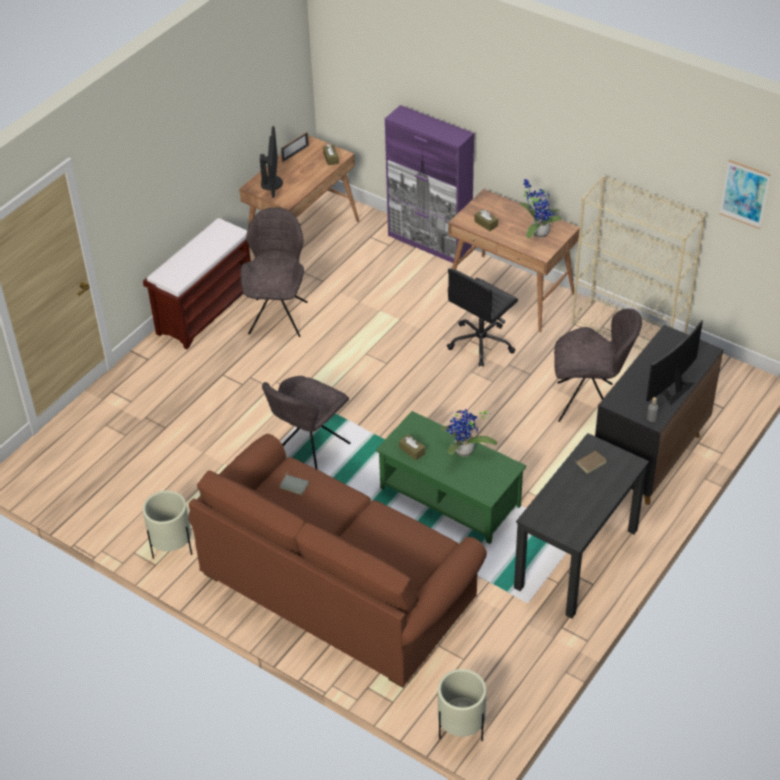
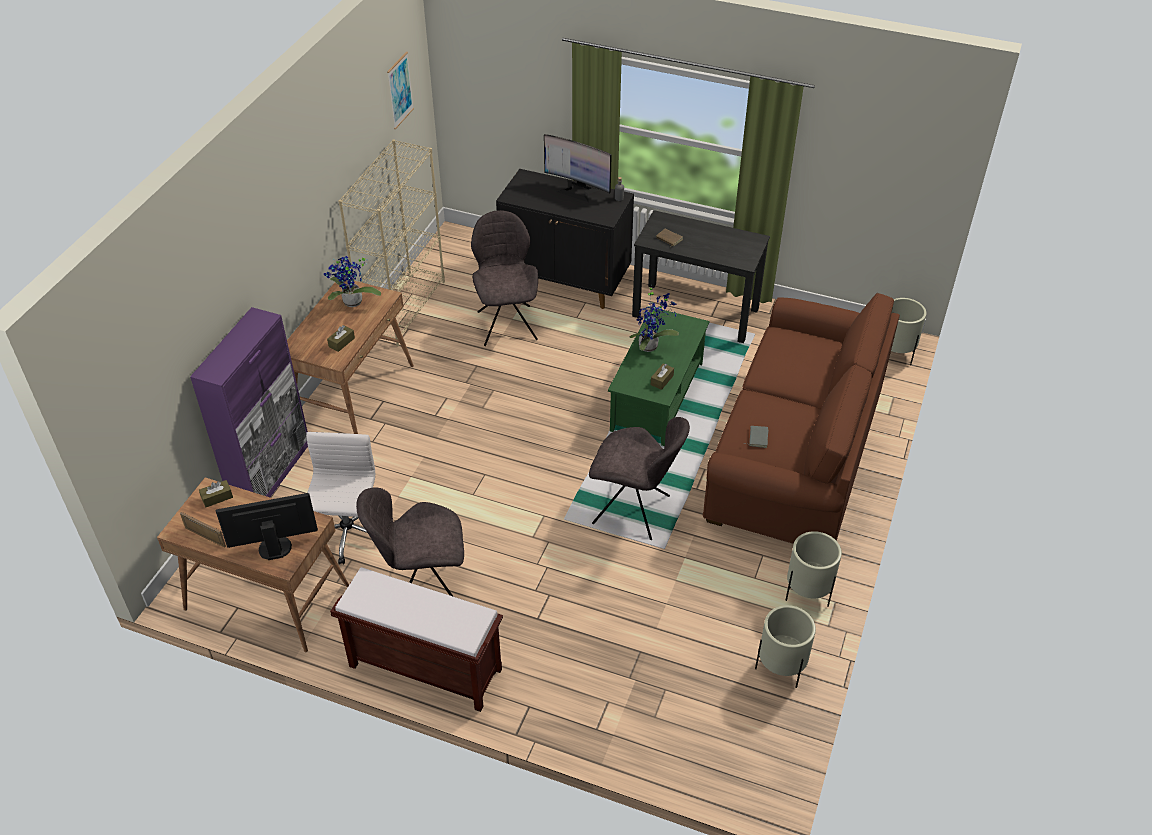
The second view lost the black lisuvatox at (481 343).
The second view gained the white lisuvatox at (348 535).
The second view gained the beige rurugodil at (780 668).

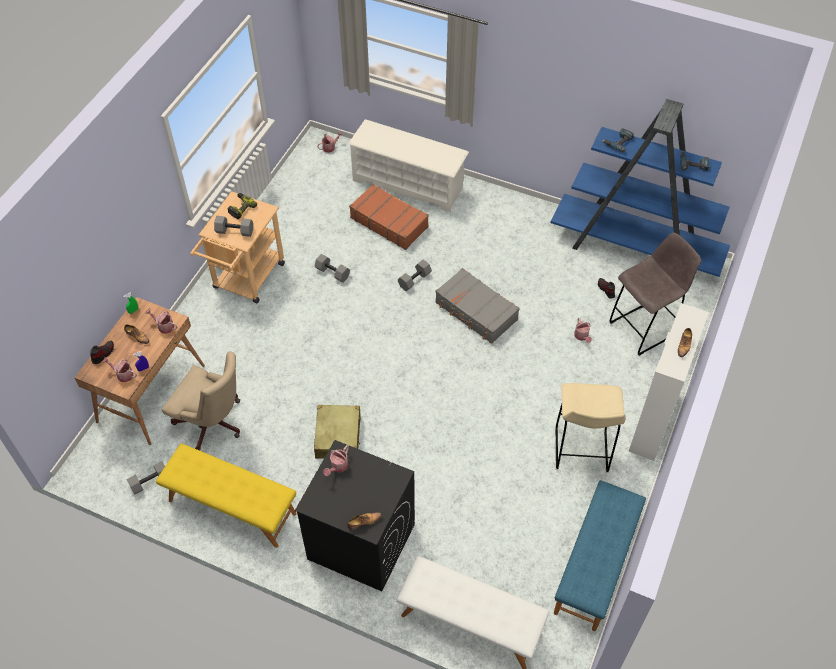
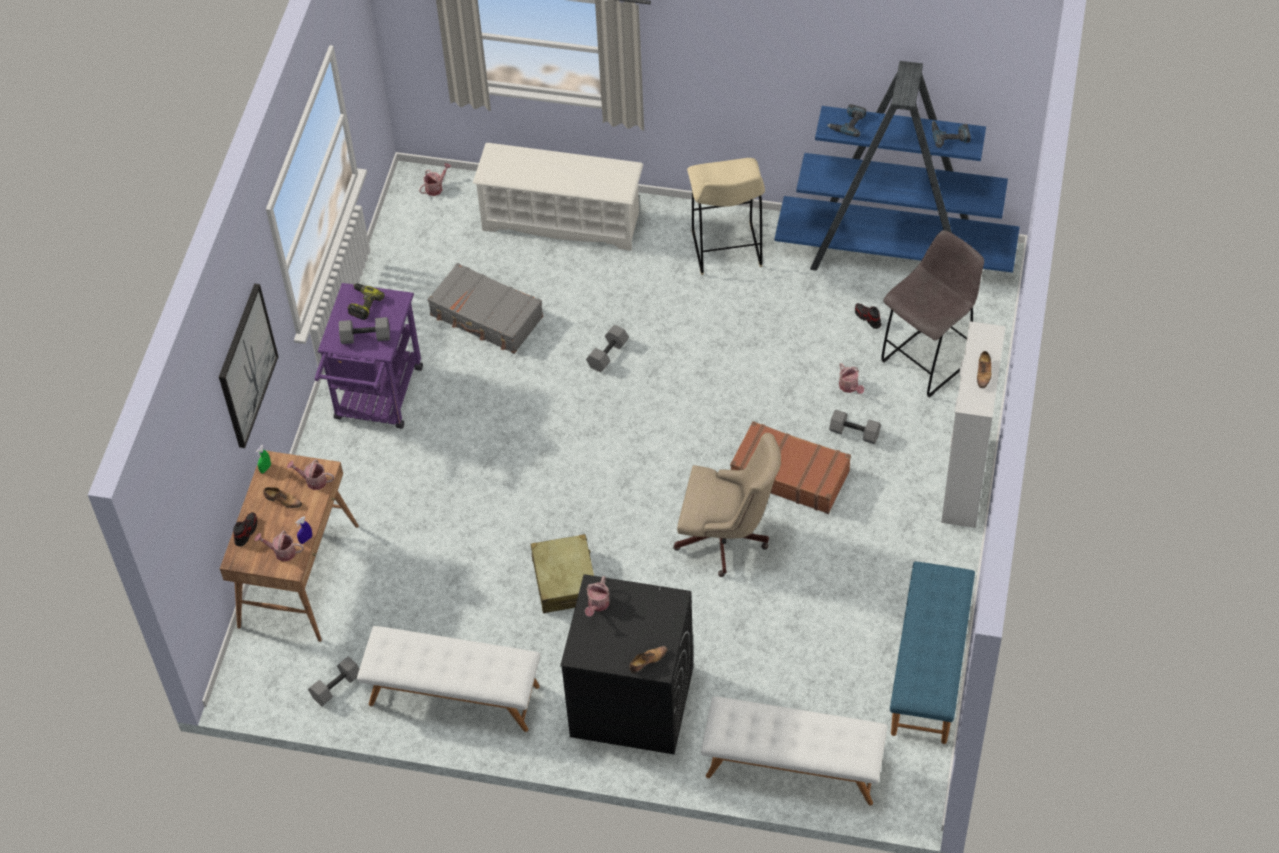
The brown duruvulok ended up elsewhere, having gone from (389 222) to (790 474).
What was the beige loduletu at (246 280) turned into the purple loduletu at (376 400).
The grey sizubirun ended up elsewhere, having gone from (332 273) to (853 433).
The grey duruvulok ended up elsewhere, having gone from (476 312) to (486 317).
The beige lisuvatox ended up elsewhere, having gone from (213 424) to (727 539).
The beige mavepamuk ended up elsewhere, having gone from (581 452) to (727 251).
What was the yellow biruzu at (231 507) turned into the white biruzu at (453 696).
The second view gained the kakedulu at (246 365).

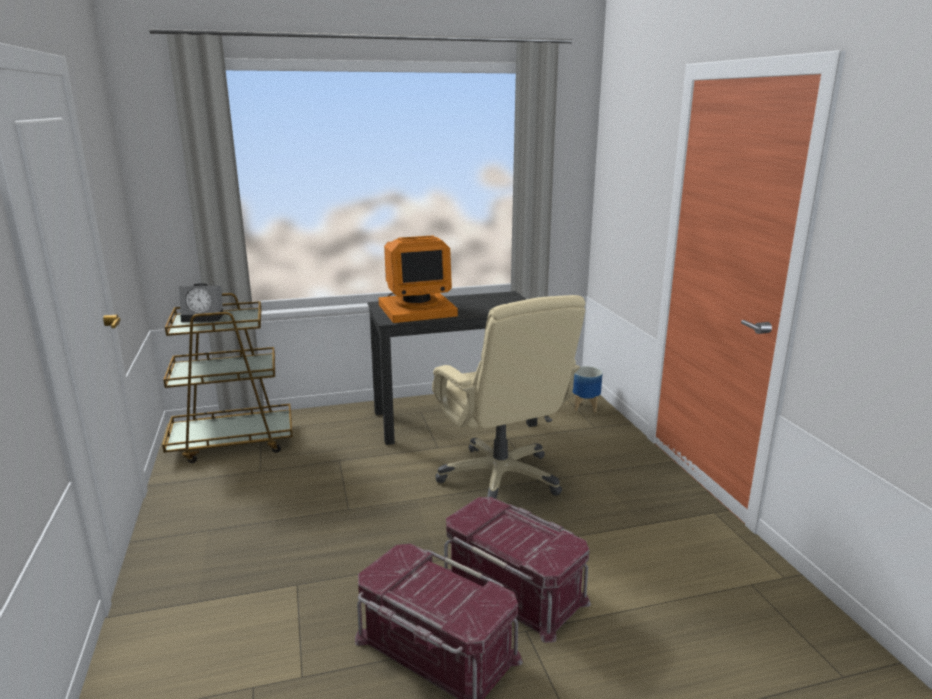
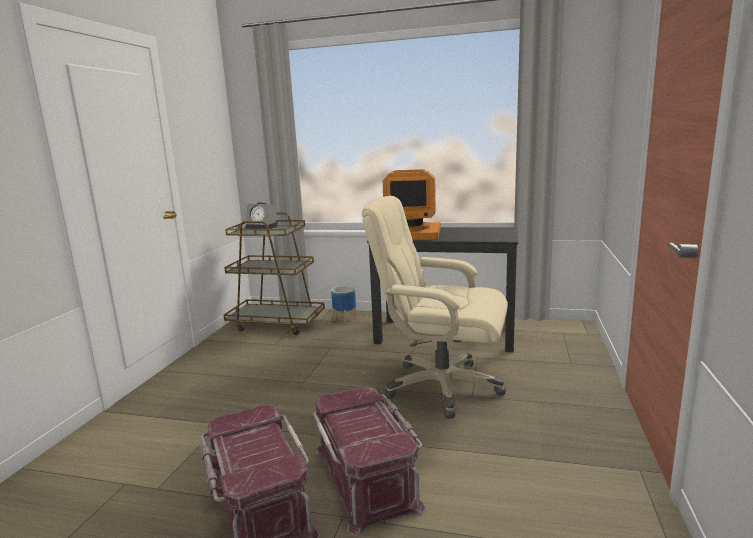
The beige lisuvatox at (501 478) ended up facing another way, 105 degrees clockwise from before.
The rurugodil ended up elsewhere, having gone from (585 407) to (345 319).

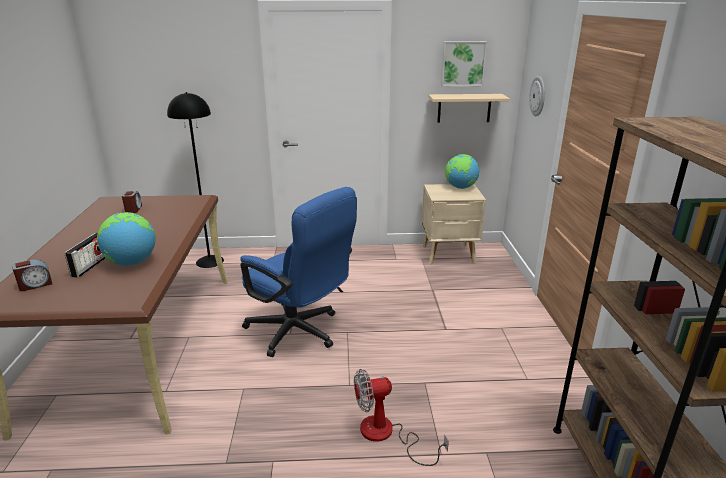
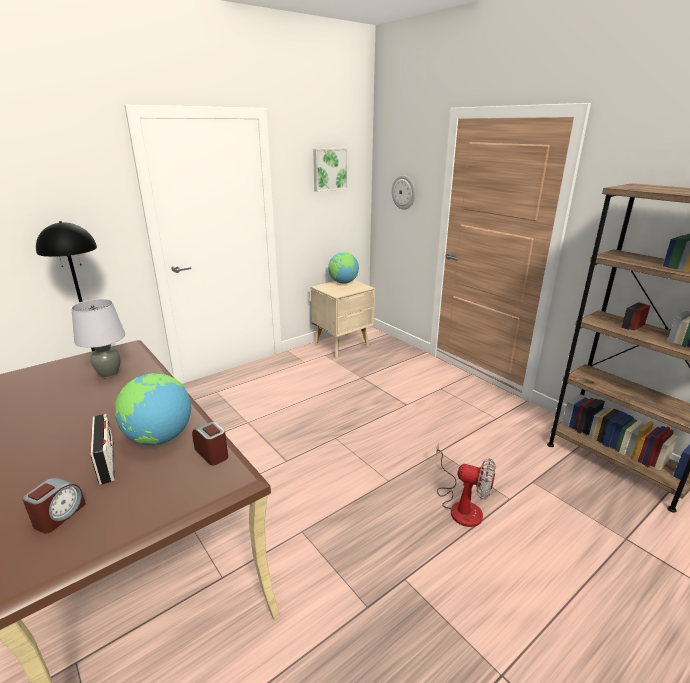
The second view lost the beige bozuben at (464 108).
The second view lost the blue lisuvatox at (300 333).
The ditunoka ended up elsewhere, having gone from (133 209) to (212 453).
The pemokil at (386 435) ended up facing another way, 105 degrees counterclockwise from before.
The second view gained the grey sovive at (109 374).

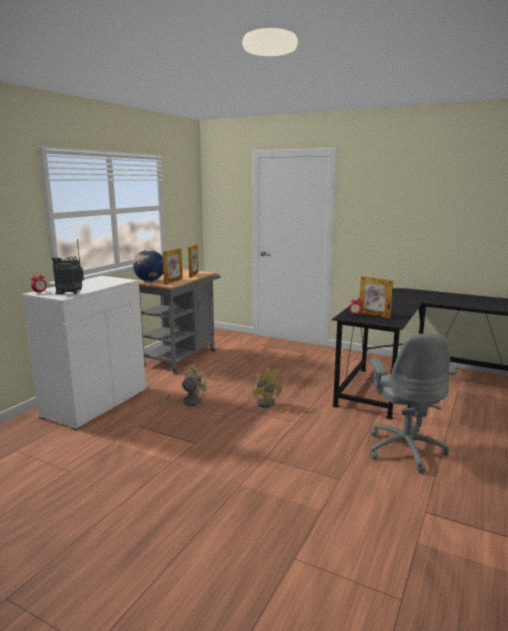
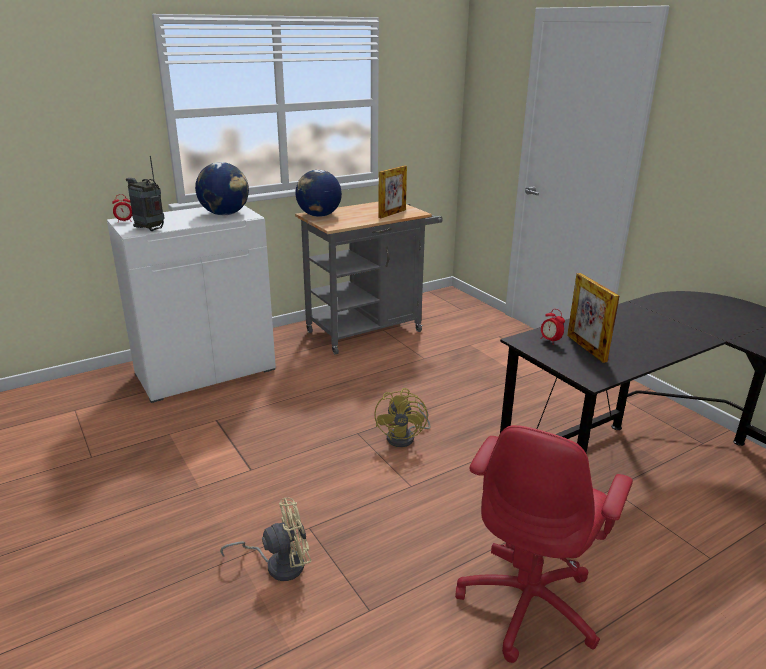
The second view lost the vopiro at (173 281).
What was the grey lisuvatox at (405 449) turned into the red lisuvatox at (529 603).
The beige pemokil ended up elsewhere, having gone from (187 402) to (278 564).
The second view gained the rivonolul at (225 214).

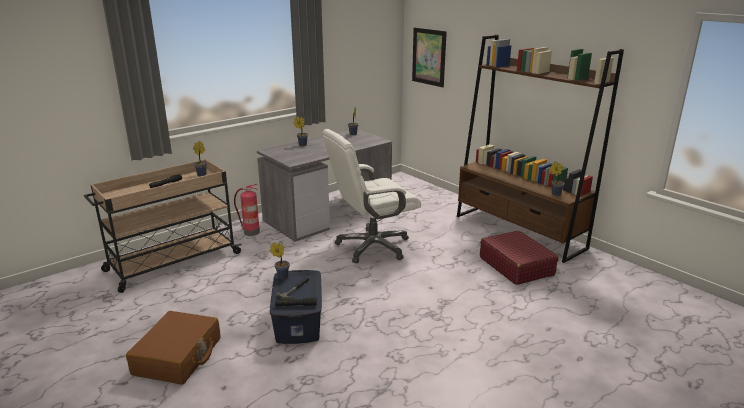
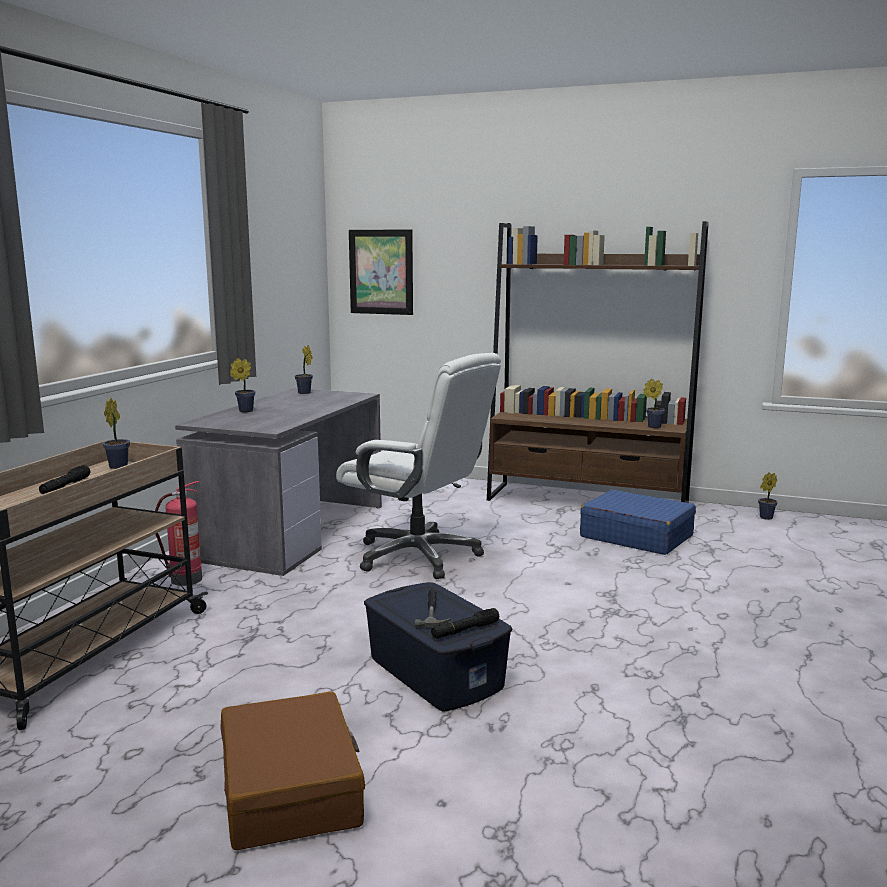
The white lisuvatox at (372 247) ended up facing another way, 90 degrees counterclockwise from before.
What was the red duruvulok at (516 266) turned into the blue duruvulok at (636 536).
The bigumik ended up elsewhere, having gone from (281 276) to (764 518).

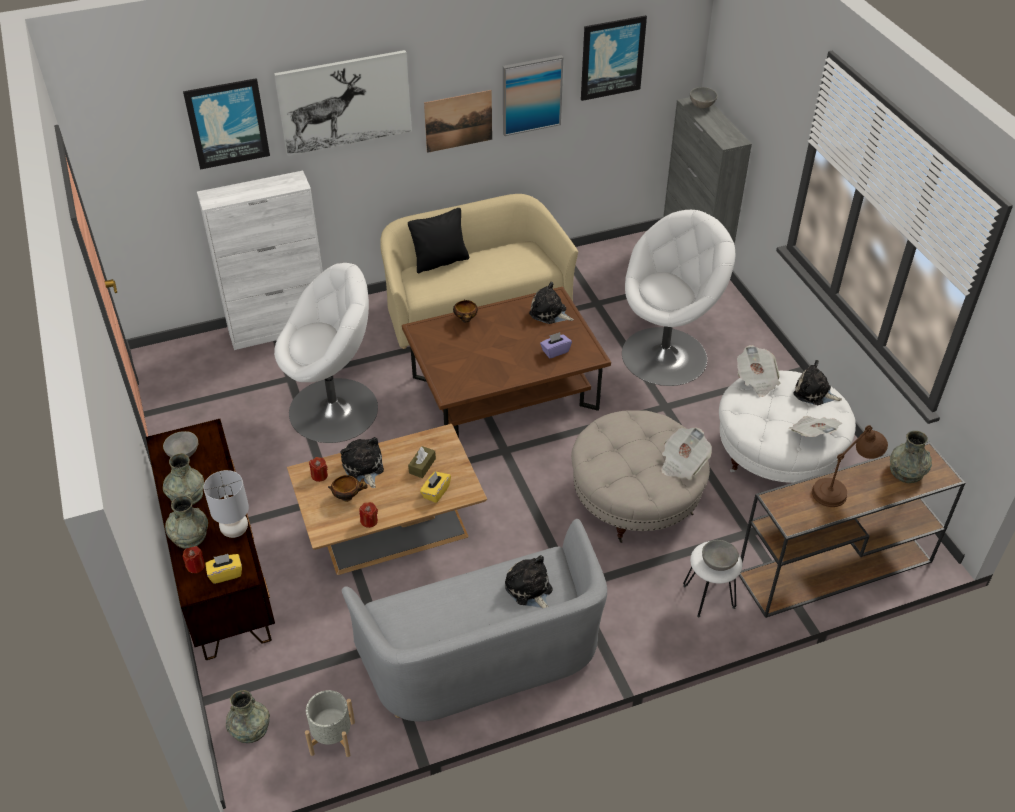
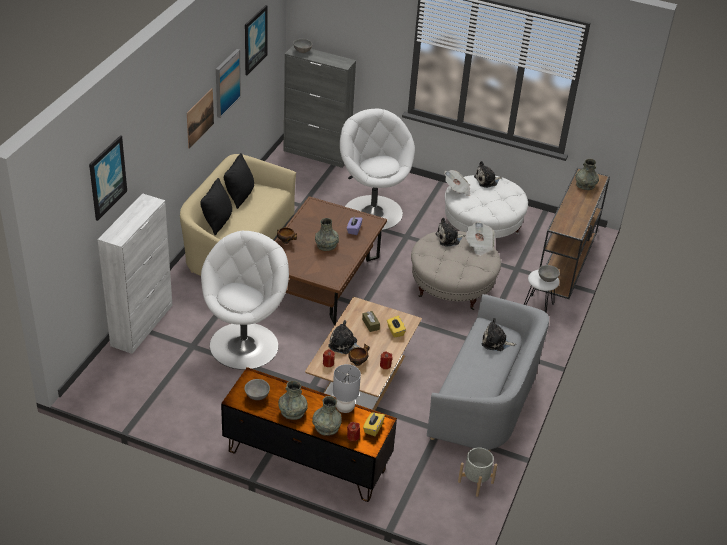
The second view lost the kakedulu at (345 102).
The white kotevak at (666 355) ended up facing another way, 45 degrees counterclockwise from before.
The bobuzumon ended up elsewhere, having gone from (549 313) to (449 239).
The second view lost the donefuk at (812 434).
The second view lost the brown sovive at (842 488).
The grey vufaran ended up elsewhere, having gone from (250 728) to (326 245).
The second view gained the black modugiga at (240 196).

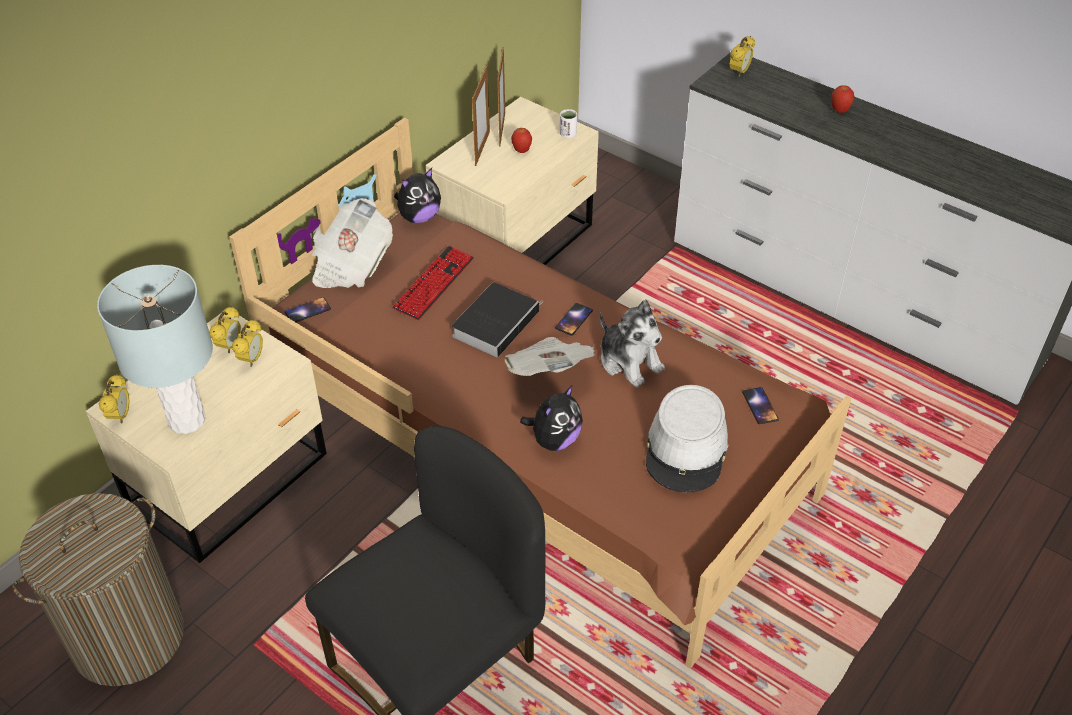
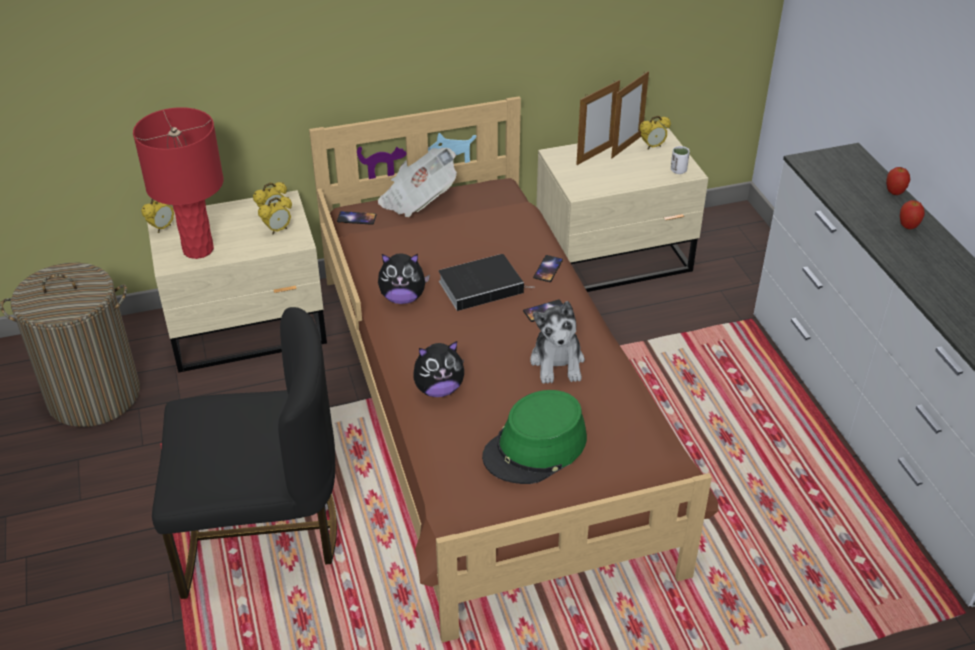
The ditunoka ended up elsewhere, having gone from (739 72) to (652 146).
The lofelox ended up elsewhere, having gone from (521 151) to (894 193).
The bobuzumon ended up elsewhere, having gone from (419 217) to (403 298).
The second view lost the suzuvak at (434 284).
What was the grey sovive at (186 420) turned into the red sovive at (198 249).
The second view lost the donefuk at (548 373).
What was the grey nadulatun at (687 449) turned into the green nadulatun at (535 448).
The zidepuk ended up elsewhere, having gone from (760 406) to (548 269).

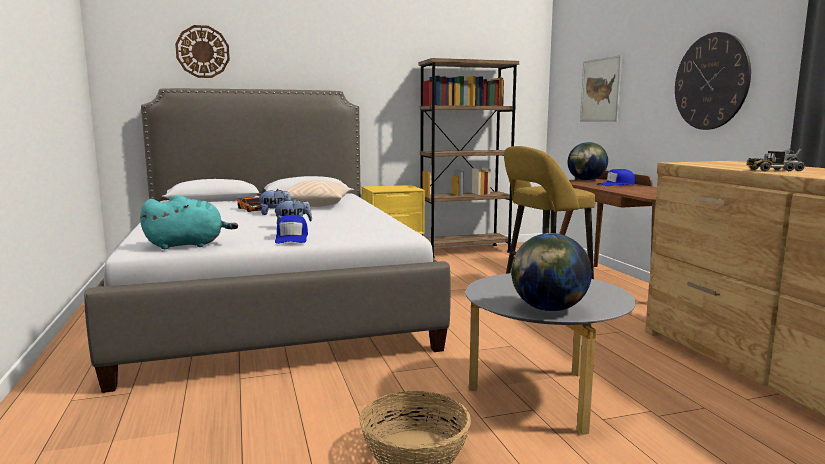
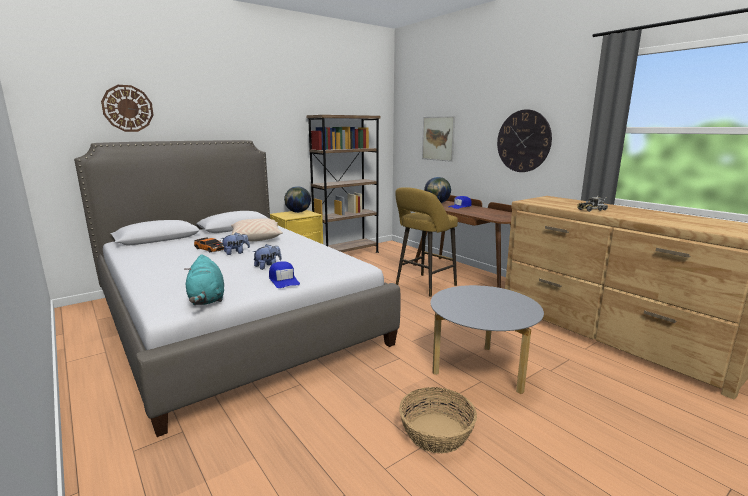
The turquoise bobuzumon at (188 245) ended up facing another way, 105 degrees clockwise from before.
The rivonolul ended up elsewhere, having gone from (548 309) to (298 212).

